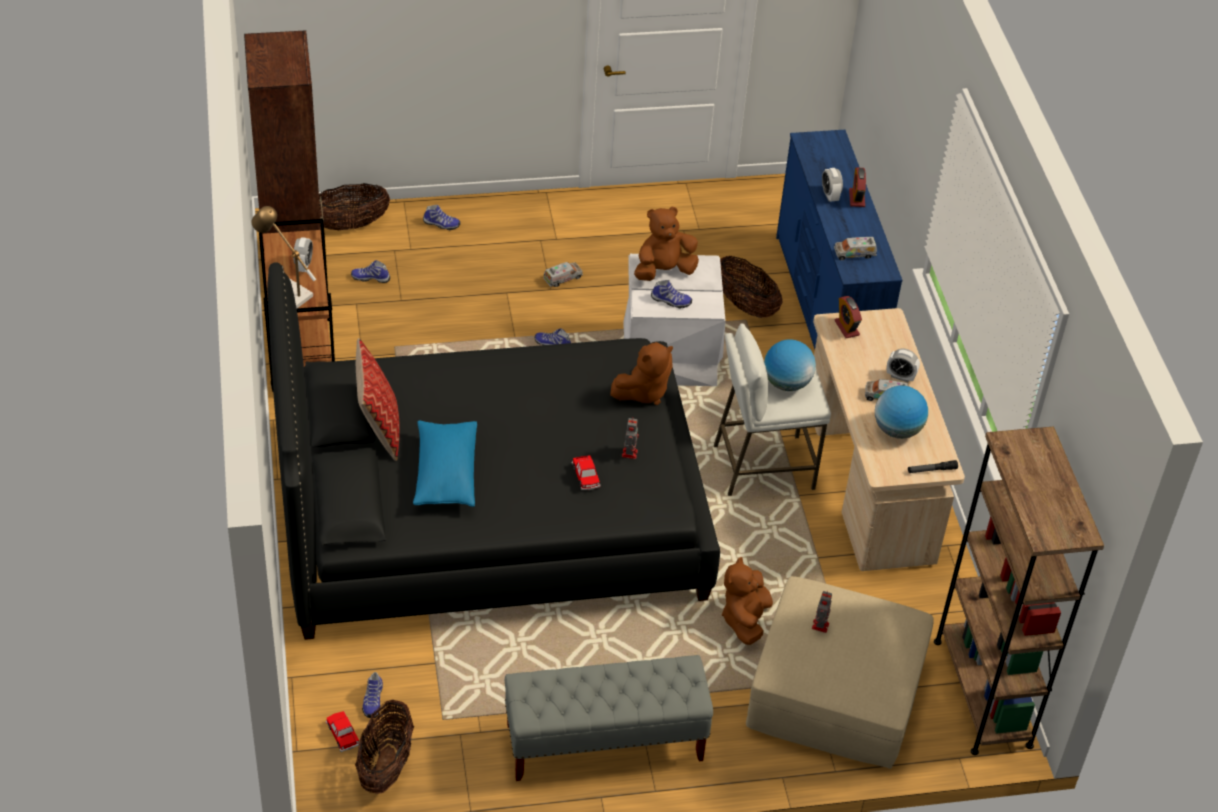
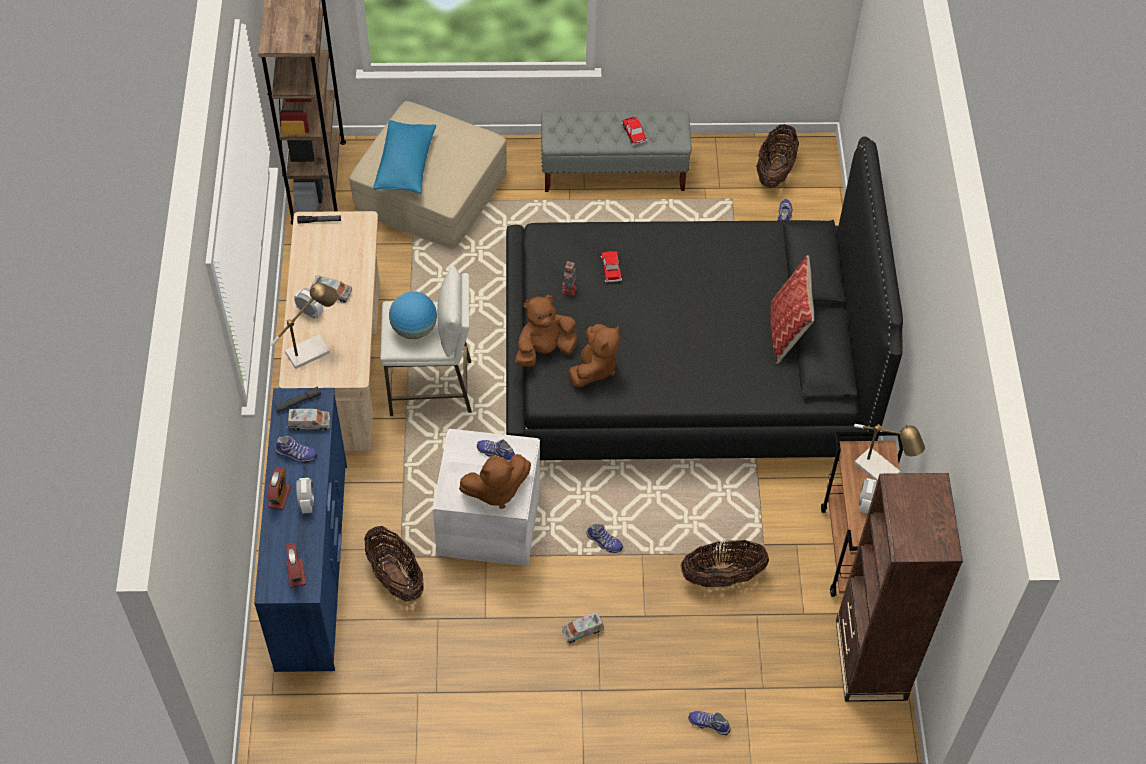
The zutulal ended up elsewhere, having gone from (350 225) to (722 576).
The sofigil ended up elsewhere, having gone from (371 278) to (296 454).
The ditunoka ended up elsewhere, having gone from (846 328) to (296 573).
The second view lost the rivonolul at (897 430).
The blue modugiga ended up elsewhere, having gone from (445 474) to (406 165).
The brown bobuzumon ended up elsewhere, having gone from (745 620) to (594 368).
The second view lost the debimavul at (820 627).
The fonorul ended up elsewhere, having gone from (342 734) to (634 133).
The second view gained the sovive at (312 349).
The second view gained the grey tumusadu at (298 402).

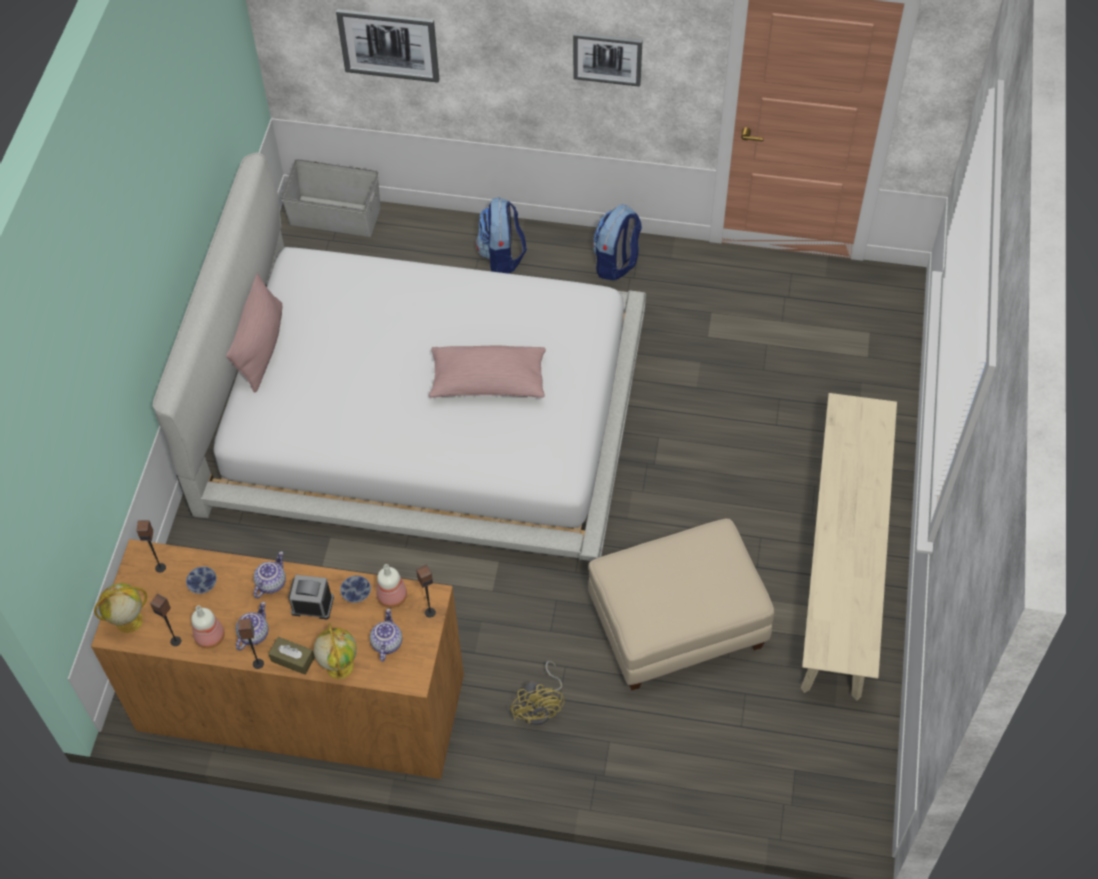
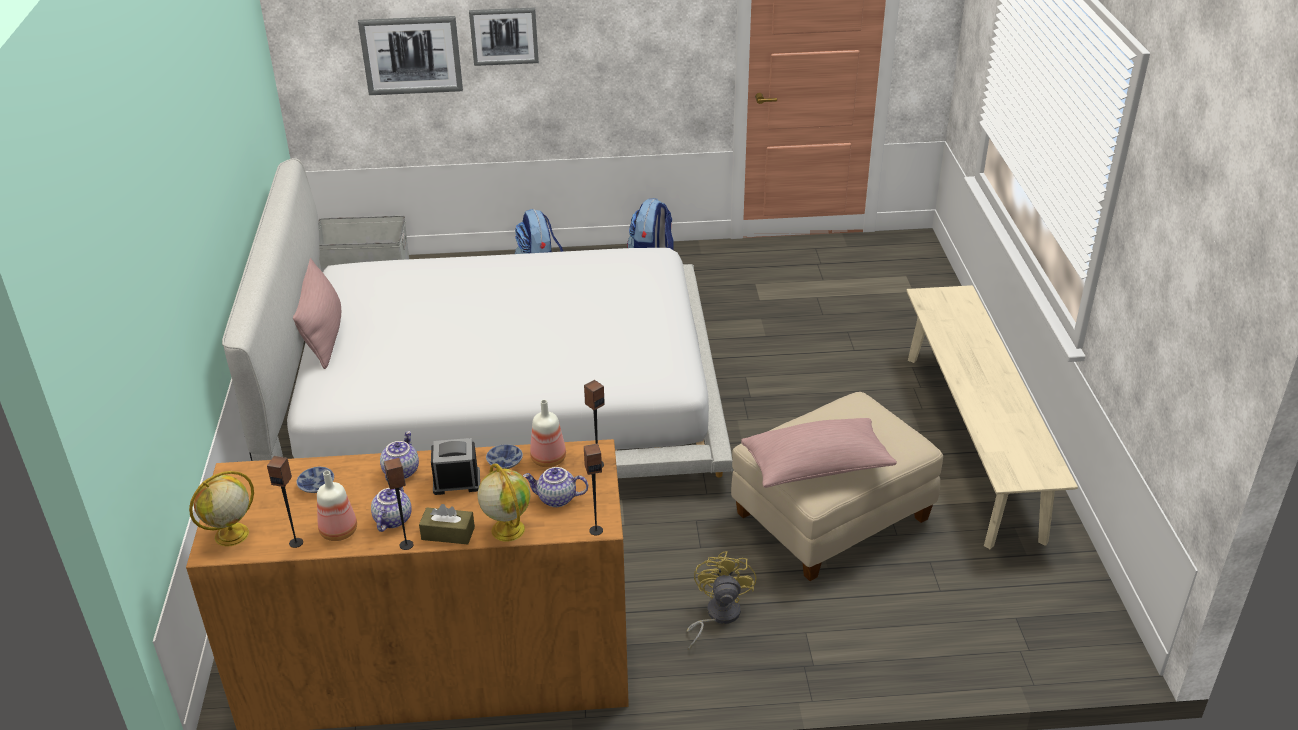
The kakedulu ended up elsewhere, having gone from (607 58) to (504 36).
The pink modugiga ended up elsewhere, having gone from (488 382) to (816 467).
The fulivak ended up elsewhere, having gone from (160 567) to (596 530).
The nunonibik at (386 643) ended up facing another way, 75 degrees counterclockwise from before.
The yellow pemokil at (541 707) ended up facing another way, 150 degrees counterclockwise from before.

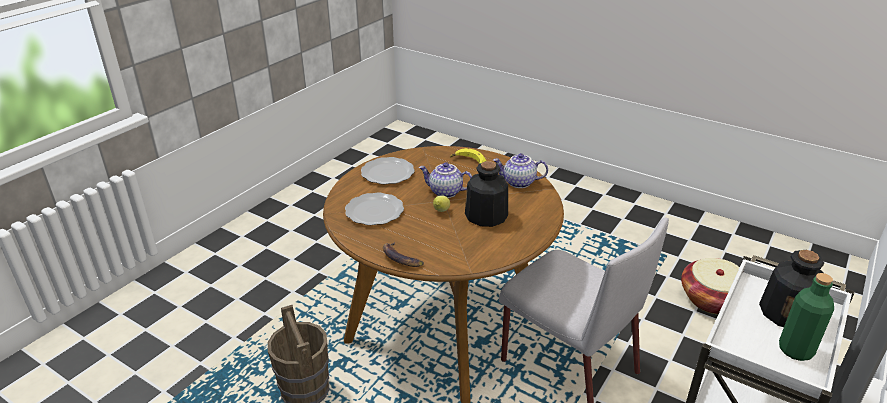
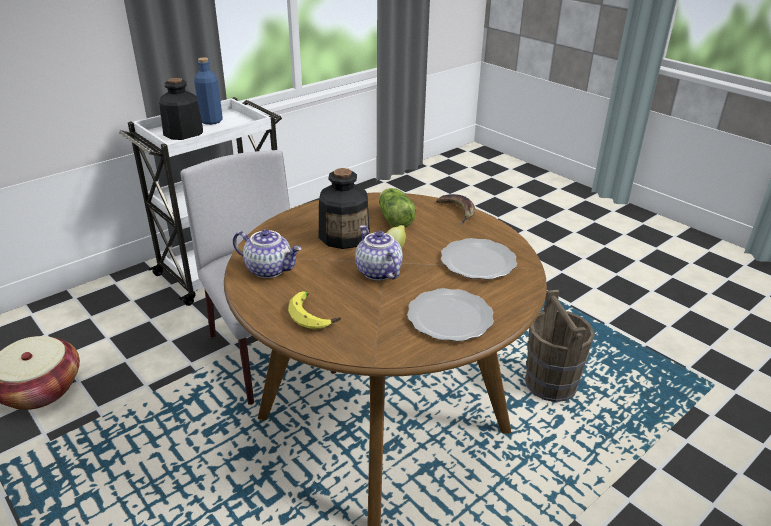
The nunonibik at (445 192) ended up facing another way, 150 degrees counterclockwise from before.
What was the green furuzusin at (795 350) turned into the blue furuzusin at (211 121).
The second view gained the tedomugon at (394 218).

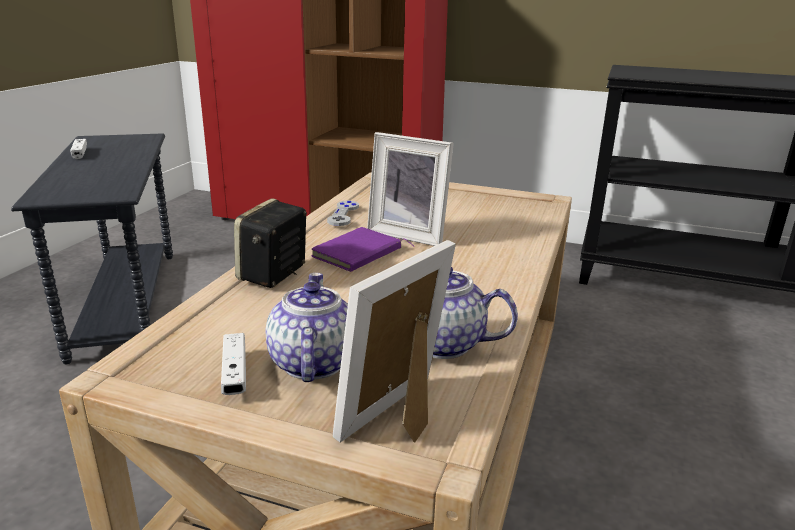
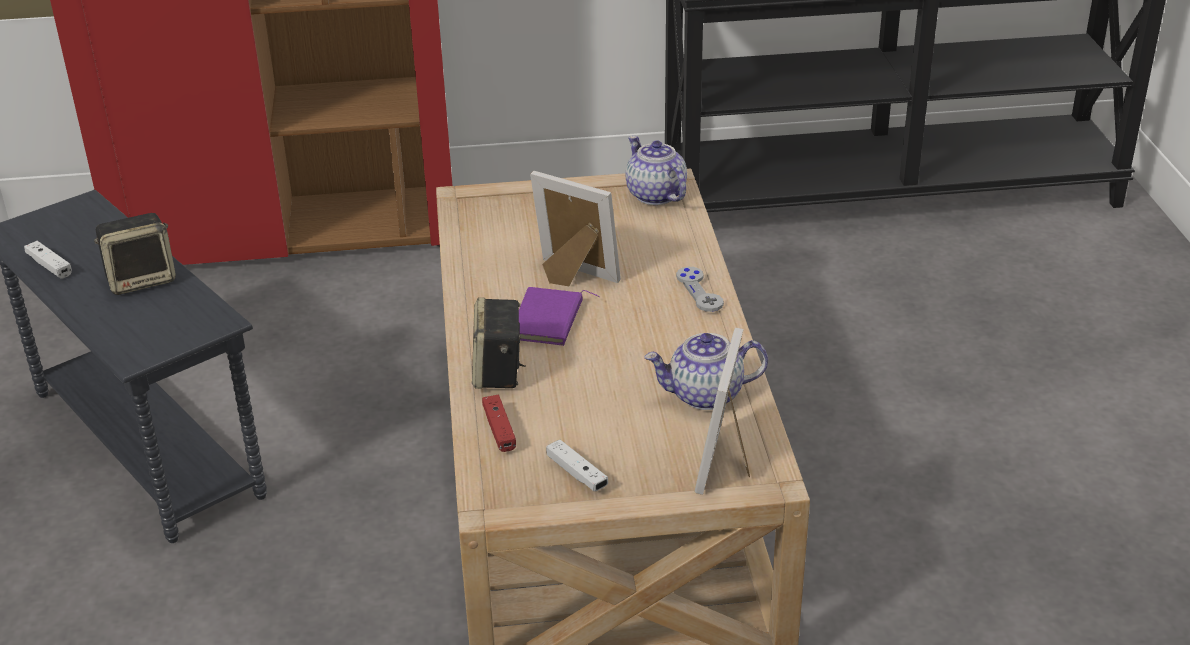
The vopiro at (410 234) ended up facing another way, 150 degrees counterclockwise from before.
The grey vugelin ended up elsewhere, having gone from (343 214) to (699 291).
The nunonibik ended up elsewhere, having gone from (312 362) to (654 195).
The second view gained the fulivak at (142 279).
The second view gained the red vugelin at (499 429).

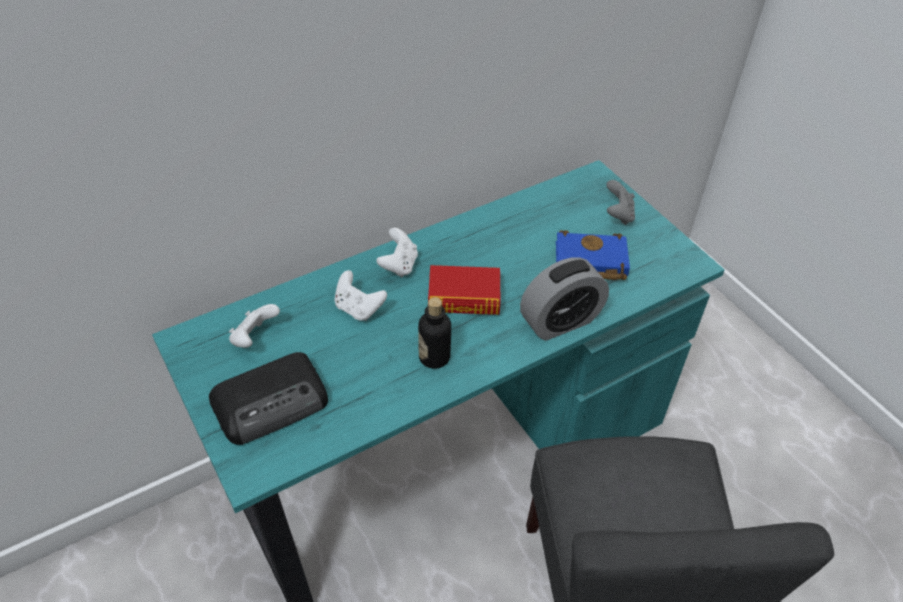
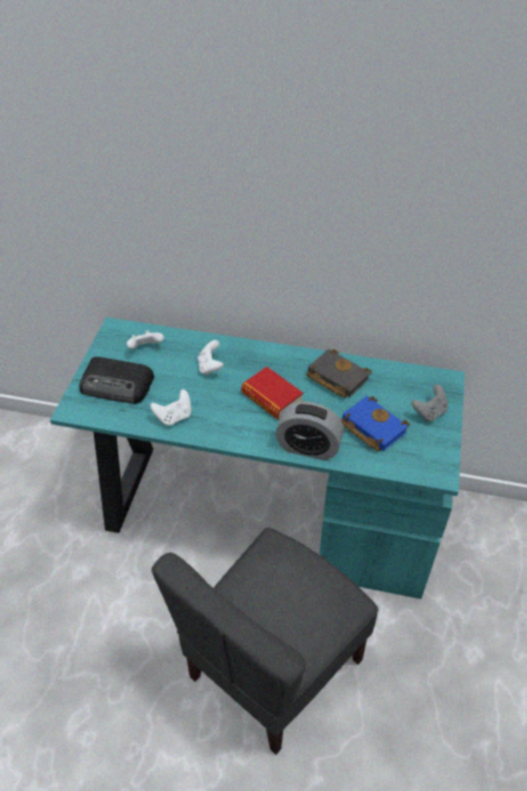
The white vugelin ended up elsewhere, having gone from (399 265) to (174 417).
The second view lost the furuzusin at (434 357).
The second view gained the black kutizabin at (335 377).

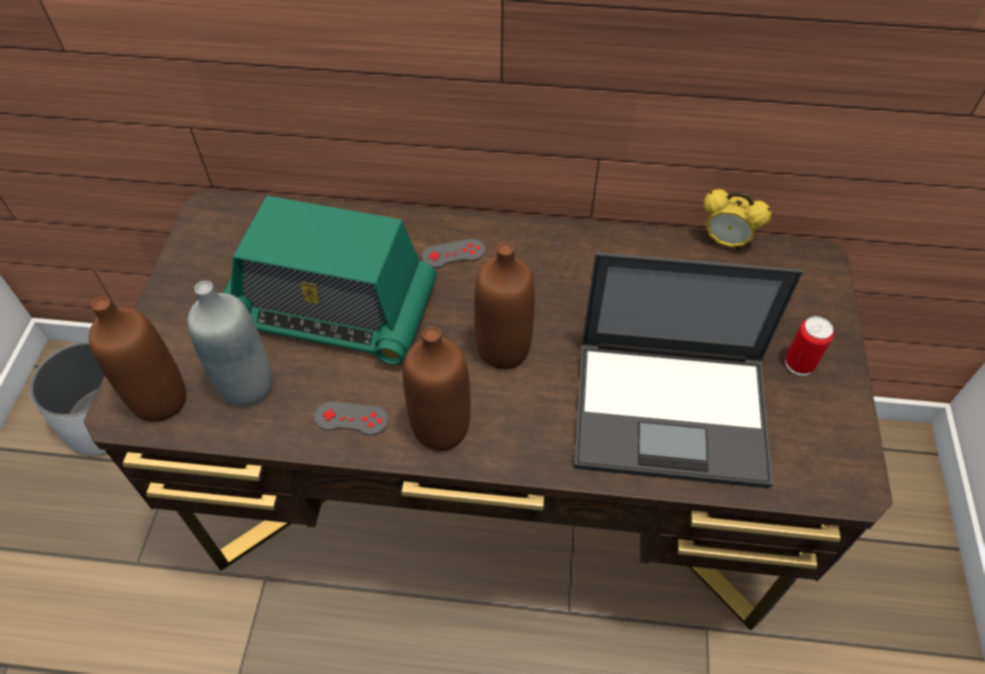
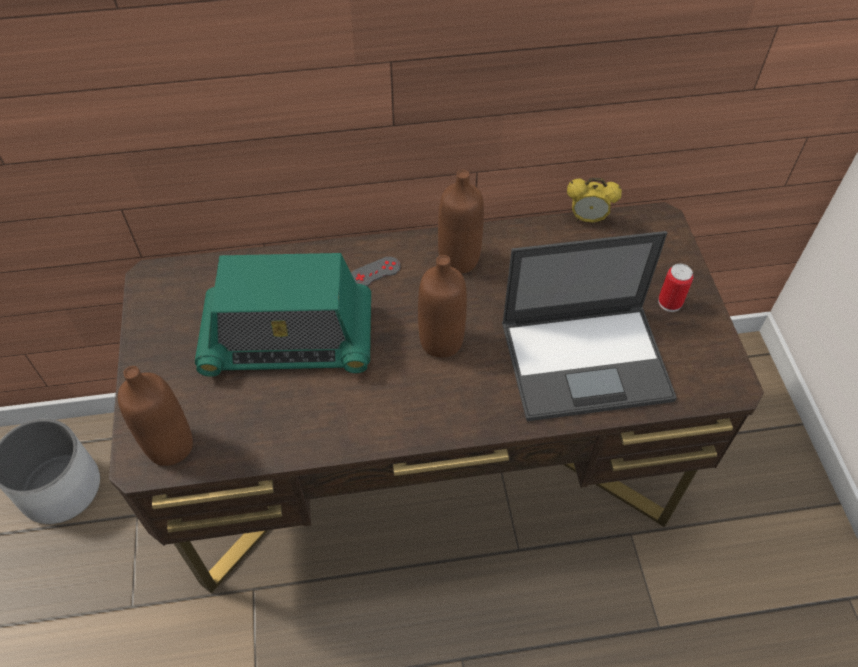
The second view lost the grey furuzusin at (247 385).
The brown furuzusin ended up elsewhere, having gone from (441 428) to (459 259).
The second view lost the grey vugelin at (351 418).

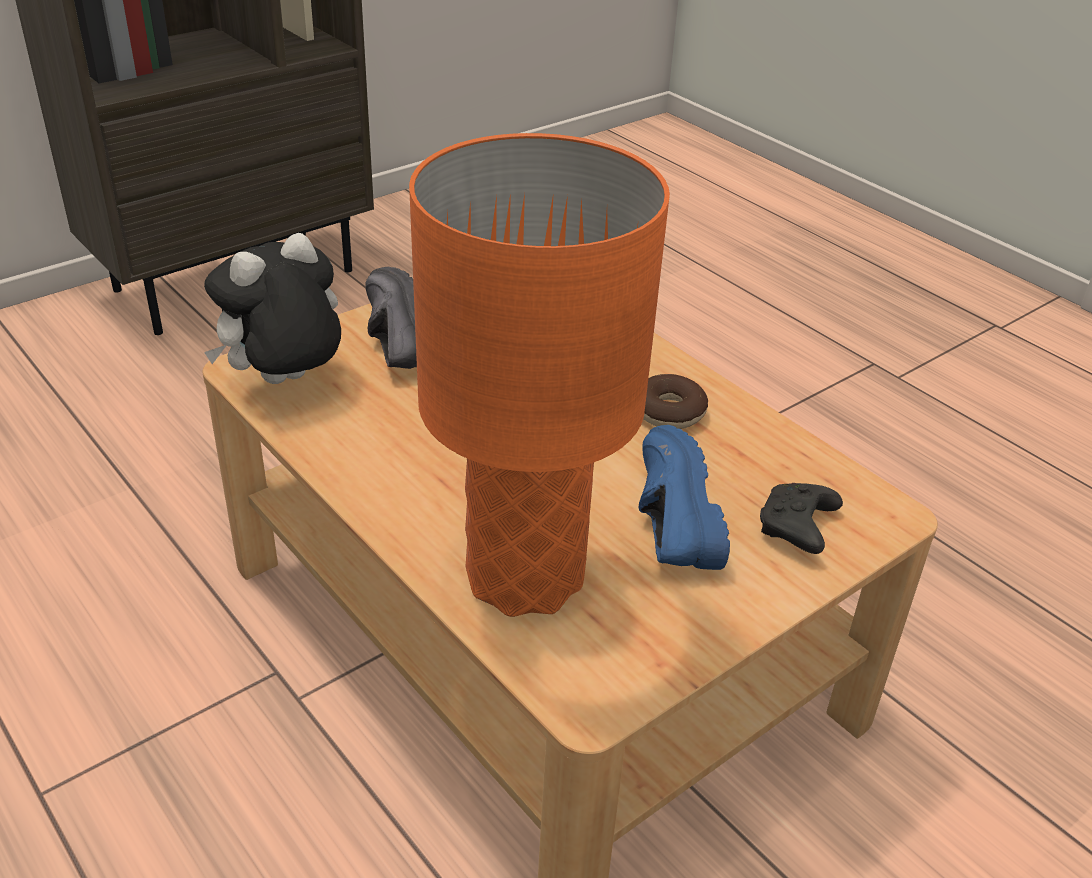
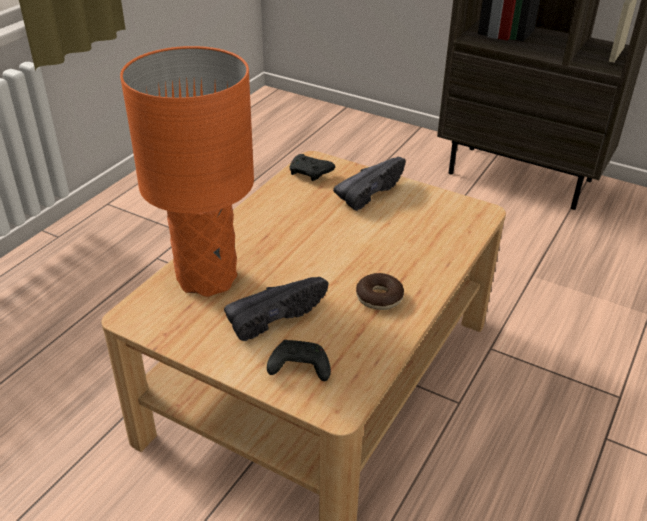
Where the bobuzumon stood at (284 383), the black vugelin came to stand at (310 173).
What was the blue sofigil at (664 522) turned into the black sofigil at (274 315).

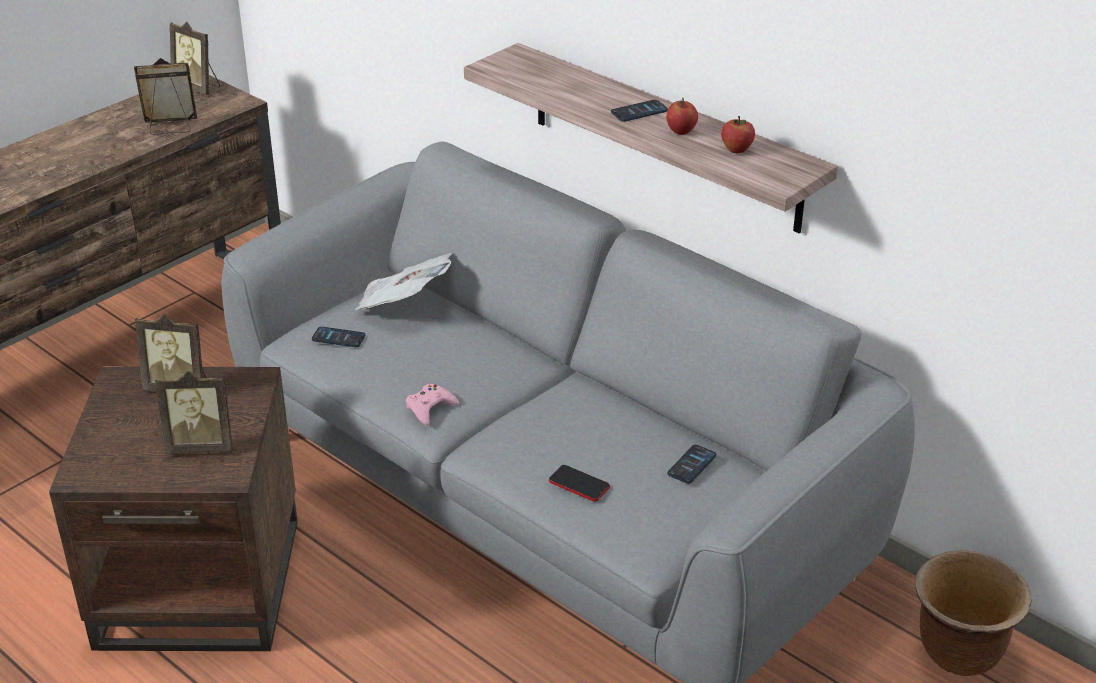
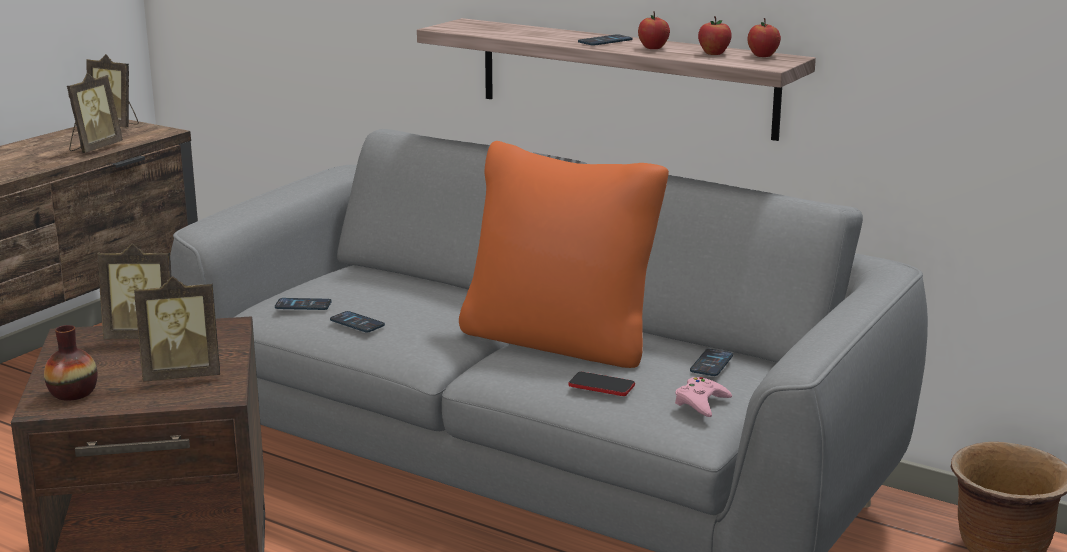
The vopiro at (170 127) ended up facing another way, 135 degrees clockwise from before.
The second view lost the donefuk at (404 304).
The pink vugelin ended up elsewhere, having gone from (430 408) to (701 403).
The second view gained the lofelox at (762 55).
The second view gained the orange modugiga at (560 340).
The second view gained the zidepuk at (357 323).
The second view gained the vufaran at (73 393).

